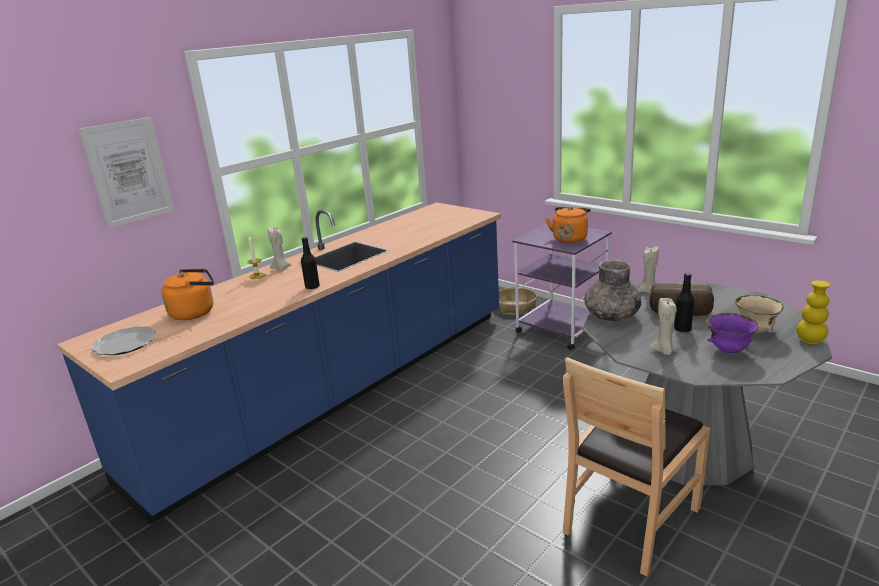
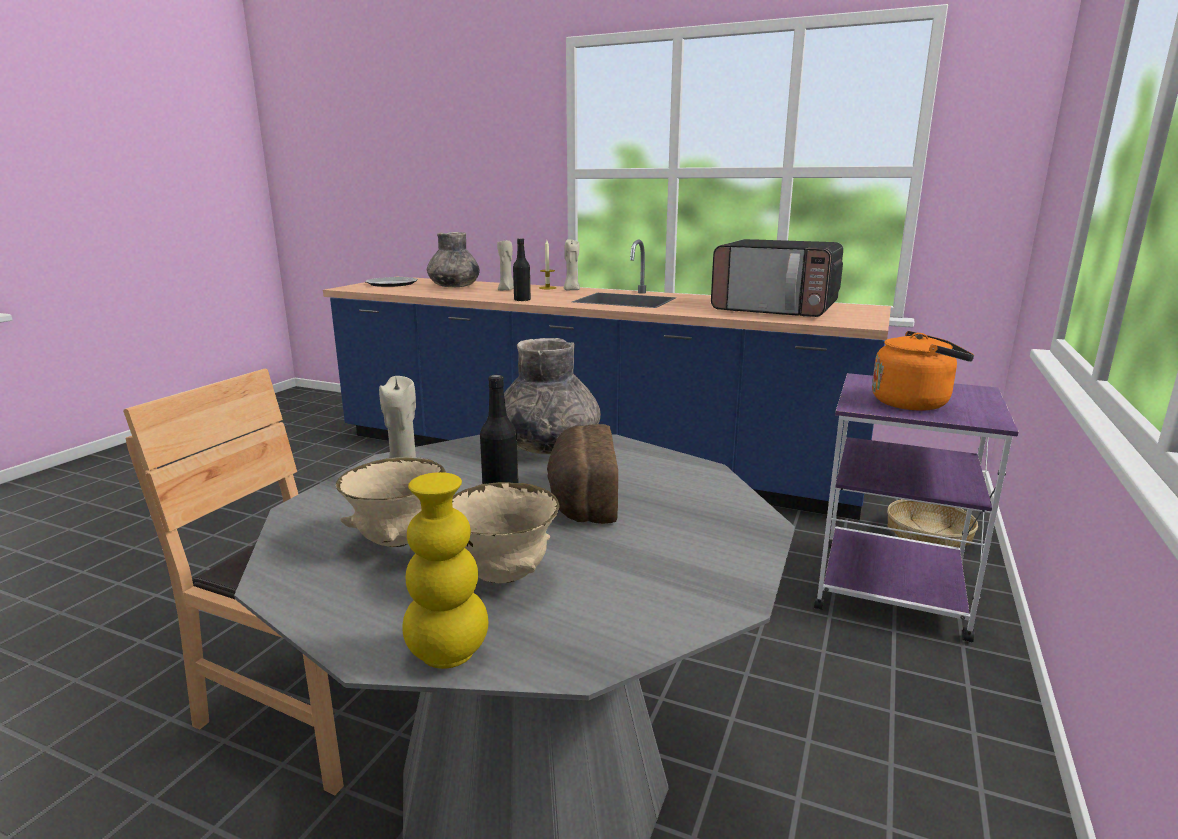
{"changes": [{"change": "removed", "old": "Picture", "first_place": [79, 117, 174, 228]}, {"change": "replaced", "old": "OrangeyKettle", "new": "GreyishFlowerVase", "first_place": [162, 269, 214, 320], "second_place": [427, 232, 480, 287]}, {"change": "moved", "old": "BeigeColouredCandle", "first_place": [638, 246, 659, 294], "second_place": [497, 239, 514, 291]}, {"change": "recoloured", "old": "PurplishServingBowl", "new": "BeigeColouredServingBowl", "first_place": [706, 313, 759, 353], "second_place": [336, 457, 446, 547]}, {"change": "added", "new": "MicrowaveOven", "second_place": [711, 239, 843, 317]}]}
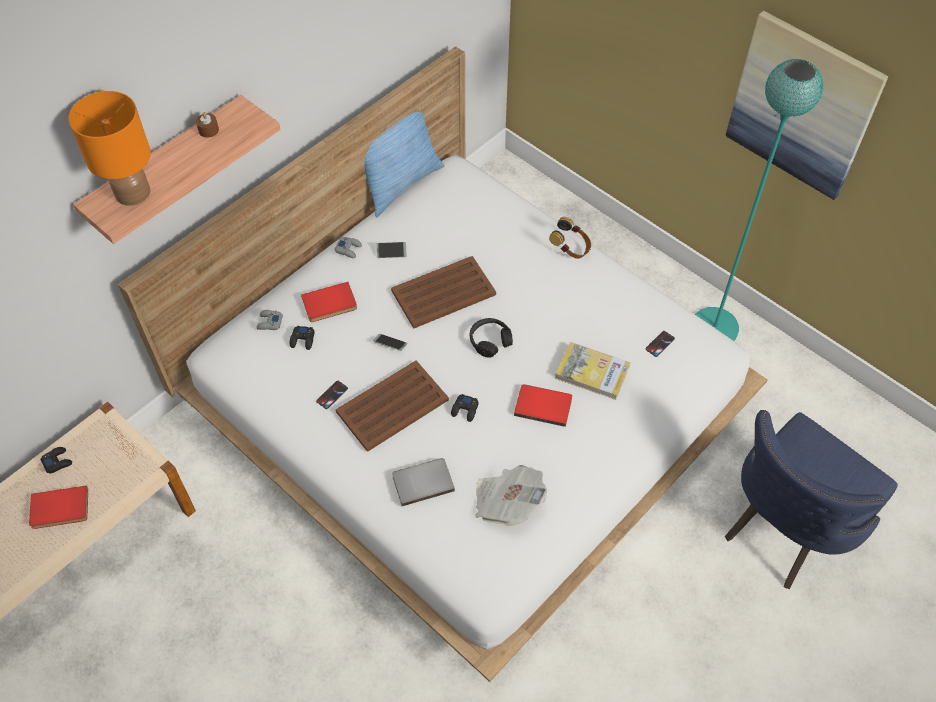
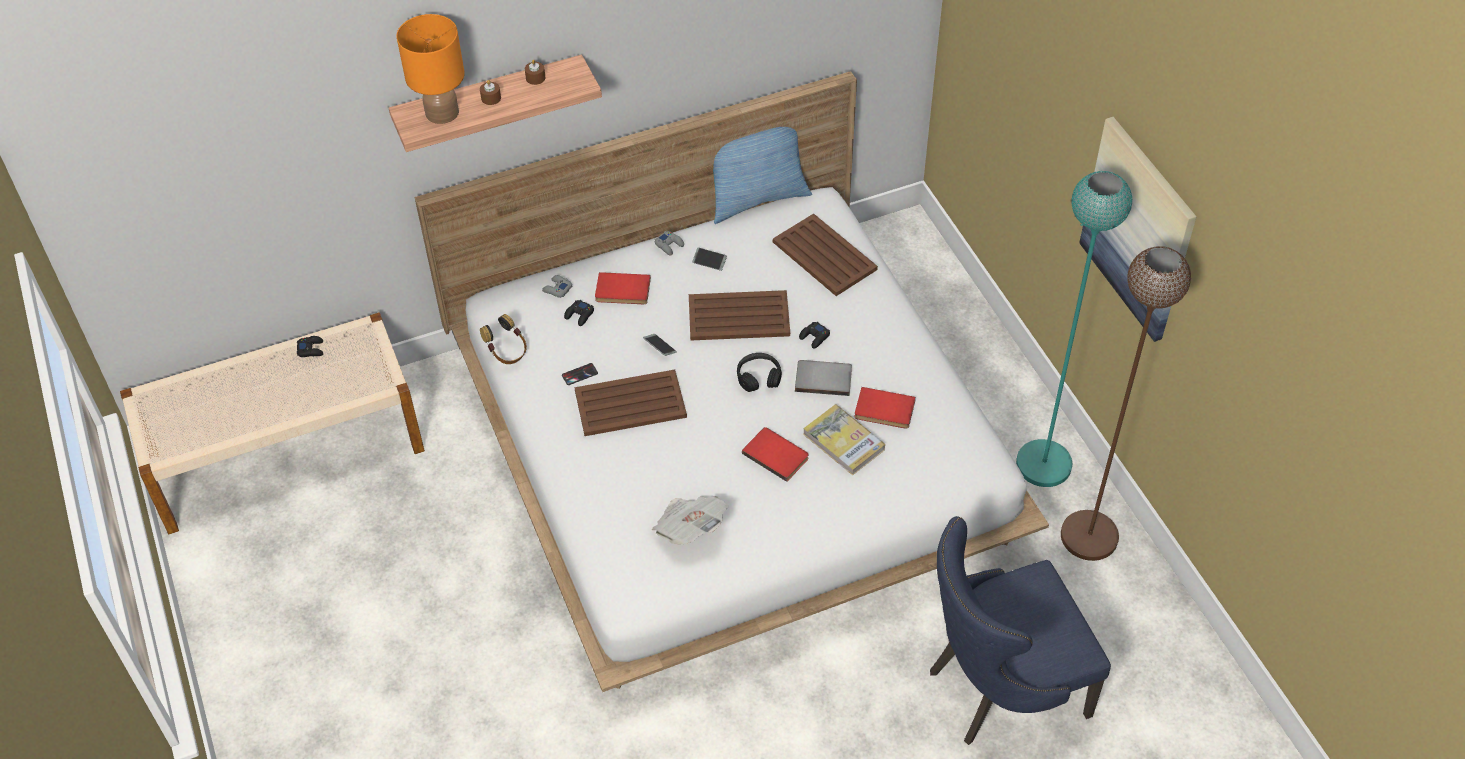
{"changes": [{"change": "moved", "old": "RedColouredBoundBook", "first_place": [29, 485, 88, 529], "second_place": [855, 387, 916, 429]}, {"change": "moved", "old": "GreyishBoundBook", "first_place": [392, 458, 455, 506], "second_place": [795, 360, 852, 396]}, {"change": "moved", "old": "BlackColouredGameController", "first_place": [451, 394, 479, 422], "second_place": [799, 322, 830, 349]}, {"change": "moved", "old": "PairOfHeadphones", "first_place": [549, 217, 591, 259], "second_place": [480, 314, 527, 364]}, {"change": "removed", "old": "Phone", "first_place": [645, 331, 675, 357]}, {"change": "added", "new": "BrownishCandle", "second_place": [480, 80, 501, 105]}, {"change": "added", "new": "BrownishCarryingTray", "second_place": [773, 214, 878, 296]}, {"change": "added", "new": "BrownishStandingLamp", "second_place": [1061, 246, 1191, 561]}]}
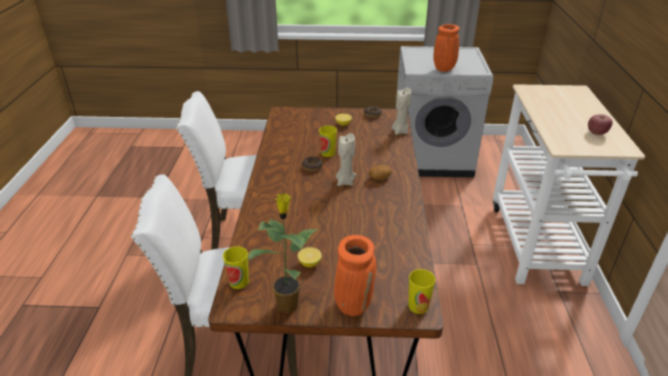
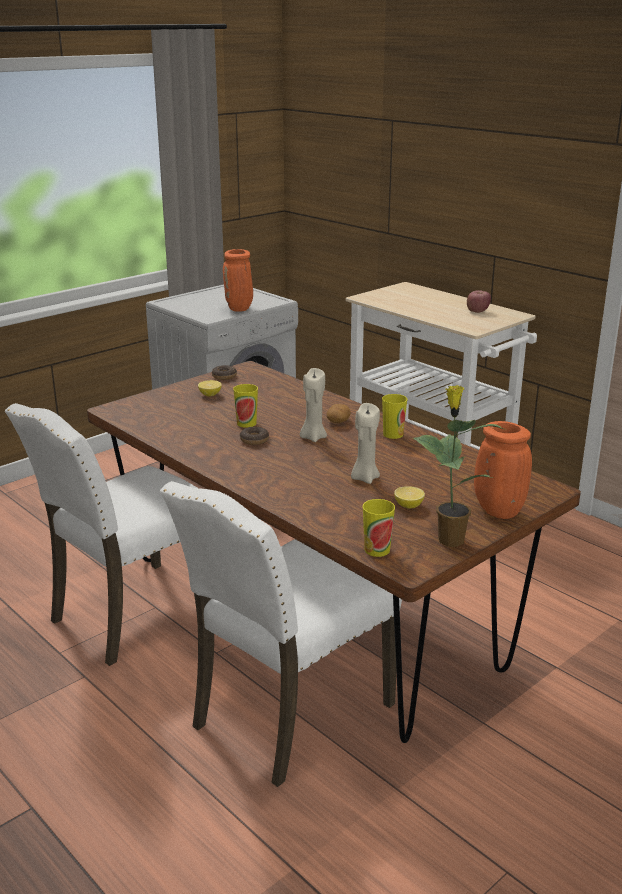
{"changes": [{"change": "moved", "old": "BeigeColouredCandle", "first_place": [392, 87, 411, 135], "second_place": [351, 403, 380, 484]}, {"change": "moved", "old": "DrinkingCup", "first_place": [408, 269, 435, 314], "second_place": [382, 394, 407, 439]}]}
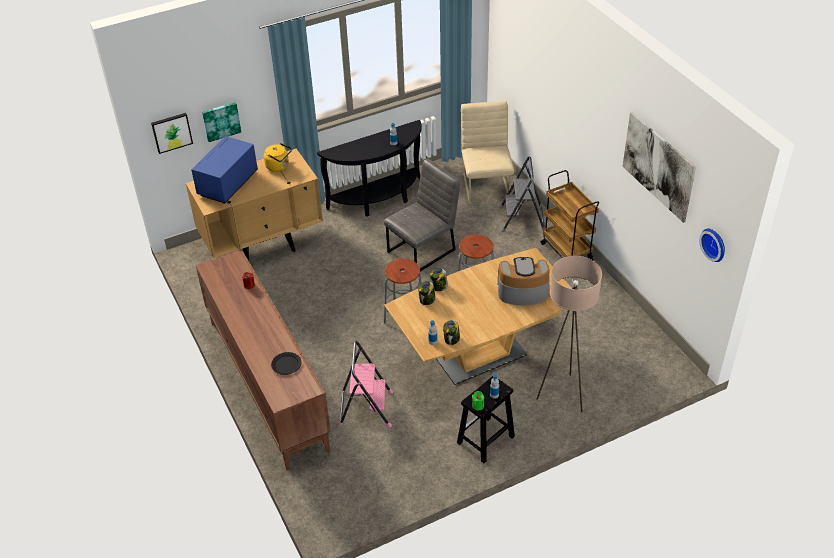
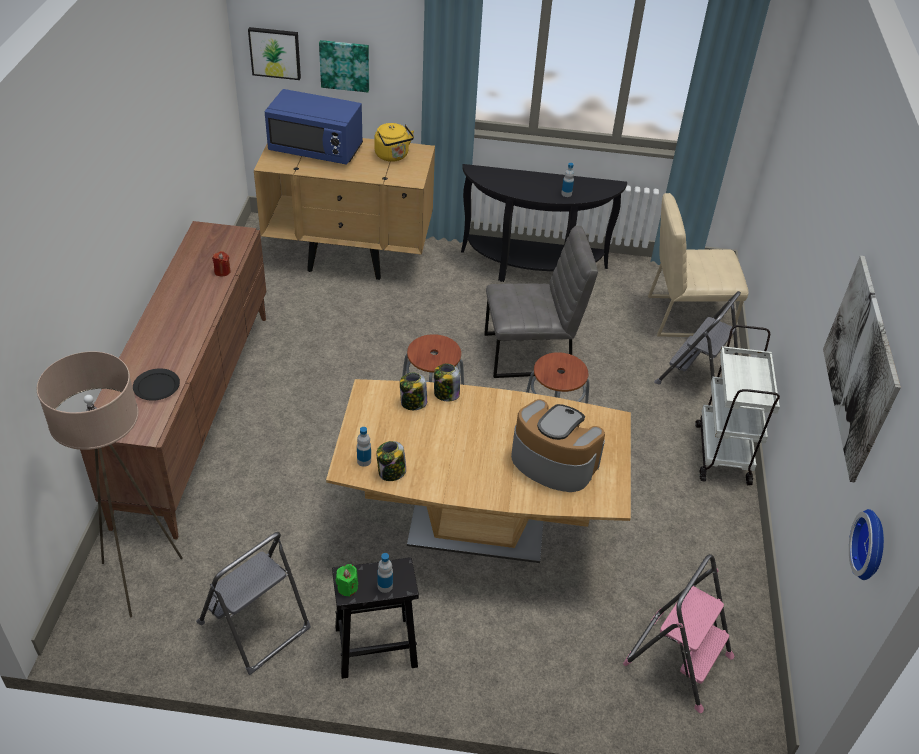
{"changes": [{"change": "turned", "old": "BlueMicrowaveOven", "first_place": [191, 136, 258, 203], "second_place": [264, 89, 363, 165], "degrees": -135}, {"change": "moved", "old": "PinkishStepladder", "first_place": [339, 341, 393, 427], "second_place": [623, 554, 734, 713]}, {"change": "turned", "old": "BeigeColouredPlainChair", "first_place": [461, 101, 514, 204], "second_place": [648, 193, 748, 338], "degrees": -120}, {"change": "moved", "old": "BeigeColouredStandingLamp", "first_place": [536, 256, 602, 412], "second_place": [37, 351, 183, 617]}, {"change": "recoloured", "old": "BrownishWheeledCart", "new": "WhiteWheeledCart", "first_place": [541, 170, 599, 260], "second_place": [695, 325, 780, 485]}, {"change": "added", "new": "GreyishStepladder", "second_place": [196, 532, 311, 675]}]}
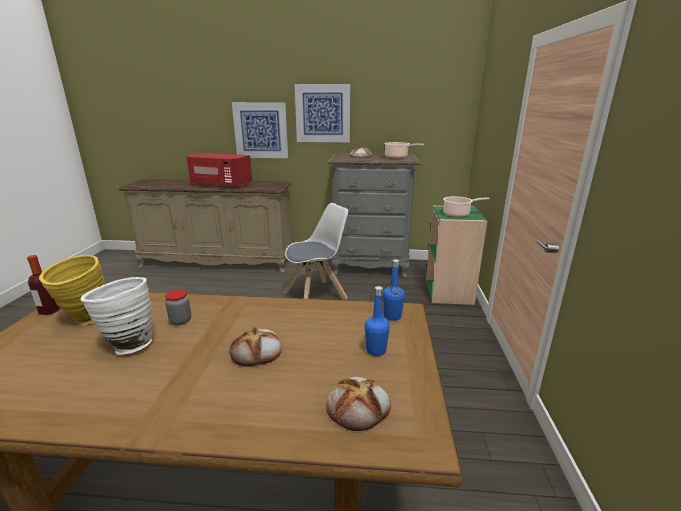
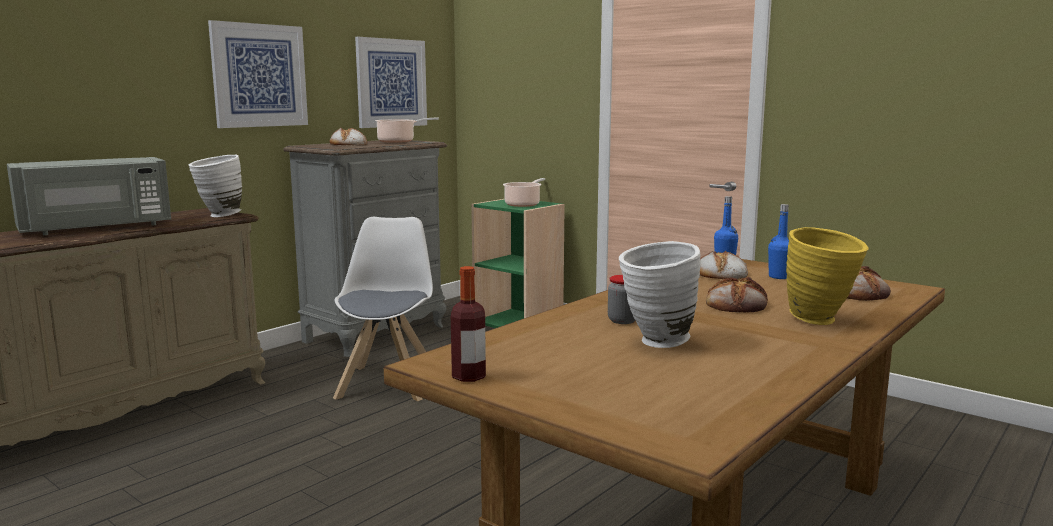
{"changes": [{"change": "moved", "old": "YellowFlowerVase", "first_place": [39, 255, 105, 325], "second_place": [786, 227, 869, 325]}, {"change": "recoloured", "old": "RedColouredMicrowaveOven", "new": "GreyishMicrowaveOven", "first_place": [187, 153, 252, 188], "second_place": [7, 157, 171, 235]}, {"change": "moved", "old": "Picture", "first_place": [232, 102, 288, 158], "second_place": [355, 37, 427, 128]}, {"change": "added", "new": "WhiteFlowerVase", "second_place": [189, 155, 242, 217]}, {"change": "added", "new": "Bread", "second_place": [700, 251, 748, 279]}]}
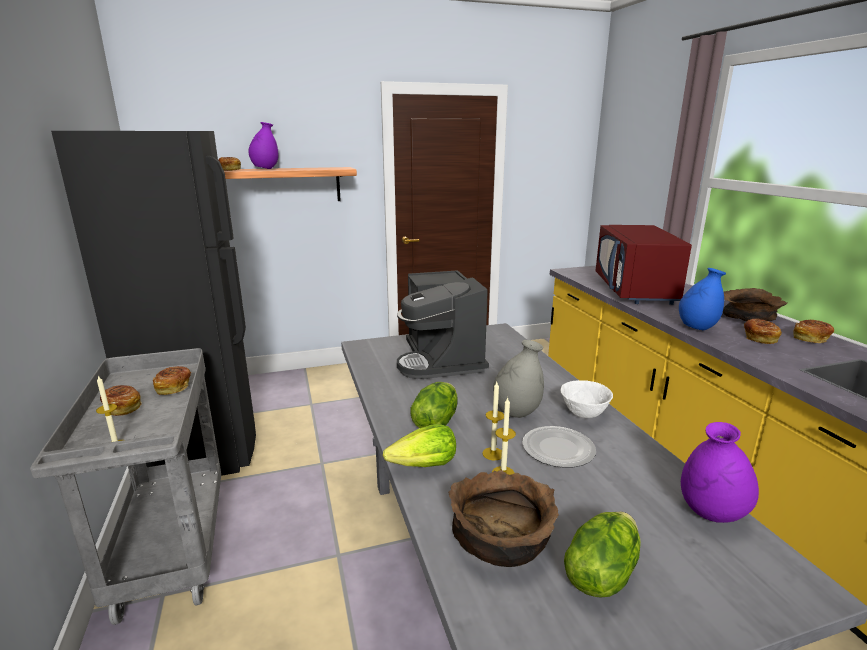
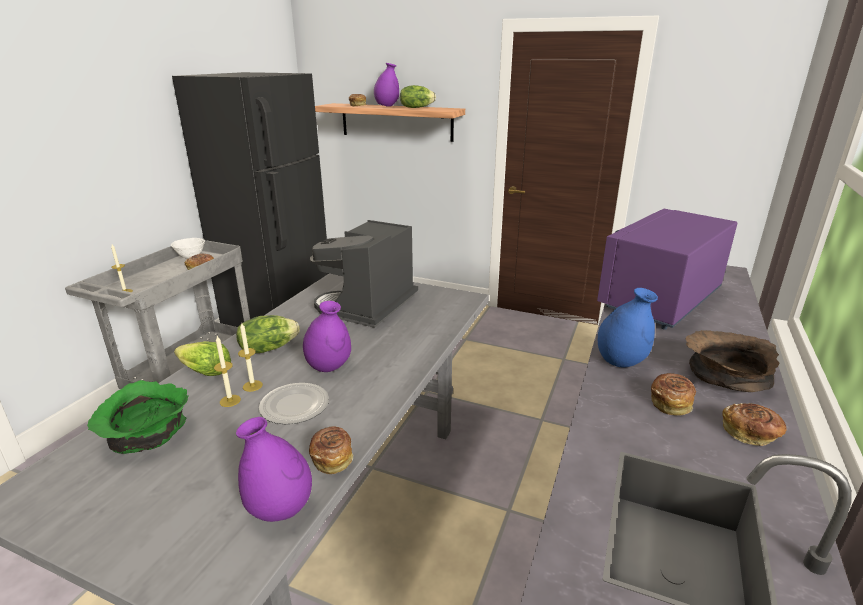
{"changes": [{"change": "moved", "old": "Bread", "first_place": [100, 385, 142, 416], "second_place": [309, 426, 353, 474]}, {"change": "recoloured", "old": "BrownishServingBowl", "new": "GreenServingBowl", "first_place": [448, 470, 559, 567], "second_place": [87, 380, 189, 454]}, {"change": "recoloured", "old": "GreyishFlowerVase", "new": "PurplishFlowerVase", "first_place": [493, 340, 544, 418], "second_place": [303, 301, 351, 372]}, {"change": "moved", "old": "WhiteServingBowl", "first_place": [561, 380, 613, 418], "second_place": [171, 238, 205, 259]}, {"change": "moved", "old": "HeadOfLettuce", "first_place": [564, 511, 641, 598], "second_place": [400, 85, 436, 108]}, {"change": "recoloured", "old": "RedColouredMicrowaveOven", "new": "PurplishMicrowaveOven", "first_place": [595, 225, 692, 305], "second_place": [597, 209, 737, 330]}]}
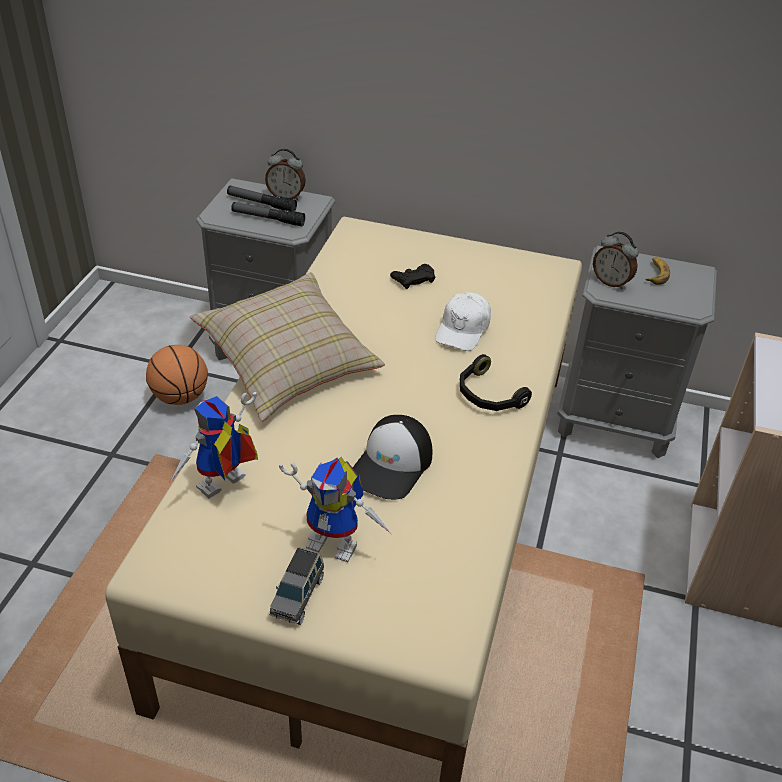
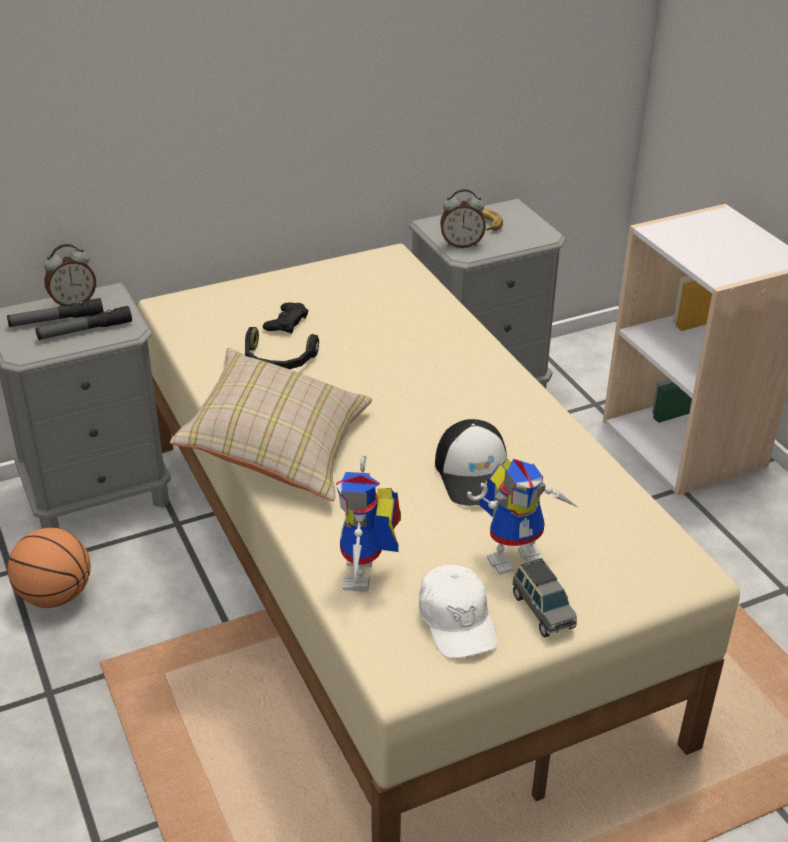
{"changes": [{"change": "moved", "old": "WhiteBaseballCap", "first_place": [435, 292, 491, 351], "second_place": [419, 565, 498, 659]}, {"change": "moved", "old": "BlackColouredPairOfHeadphones", "first_place": [460, 354, 532, 411], "second_place": [245, 327, 319, 369]}]}
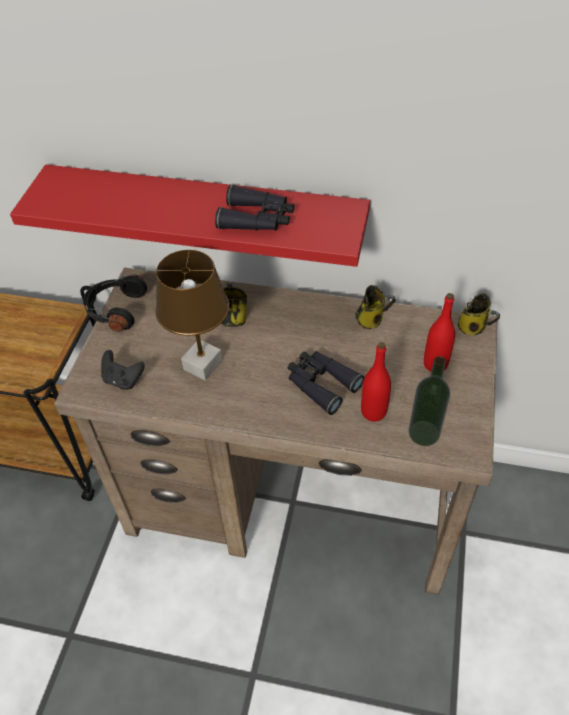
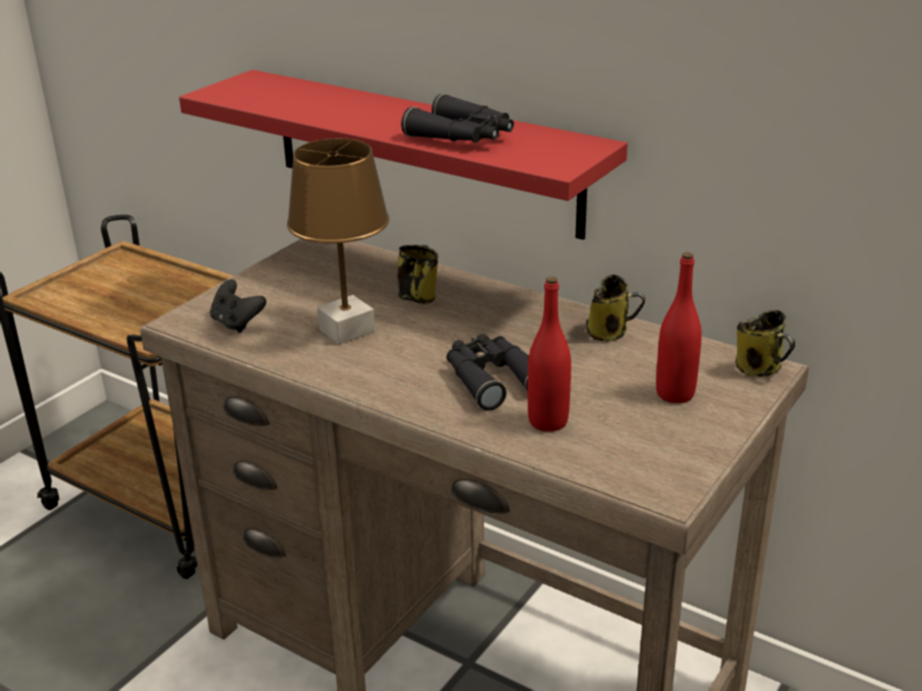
{"changes": [{"change": "removed", "old": "BlackColouredPairOfHeadphones", "first_place": [83, 275, 147, 332]}, {"change": "removed", "old": "Bottle", "first_place": [409, 356, 450, 446]}]}
